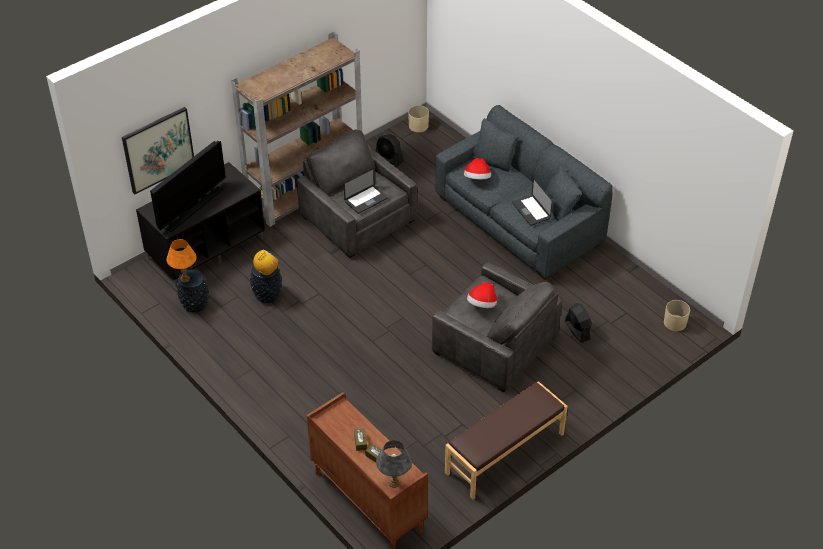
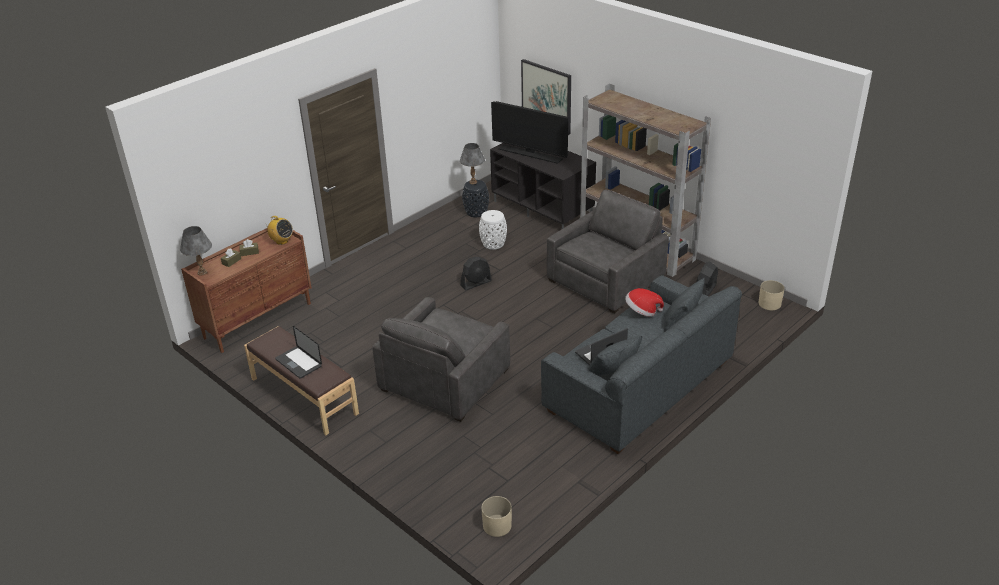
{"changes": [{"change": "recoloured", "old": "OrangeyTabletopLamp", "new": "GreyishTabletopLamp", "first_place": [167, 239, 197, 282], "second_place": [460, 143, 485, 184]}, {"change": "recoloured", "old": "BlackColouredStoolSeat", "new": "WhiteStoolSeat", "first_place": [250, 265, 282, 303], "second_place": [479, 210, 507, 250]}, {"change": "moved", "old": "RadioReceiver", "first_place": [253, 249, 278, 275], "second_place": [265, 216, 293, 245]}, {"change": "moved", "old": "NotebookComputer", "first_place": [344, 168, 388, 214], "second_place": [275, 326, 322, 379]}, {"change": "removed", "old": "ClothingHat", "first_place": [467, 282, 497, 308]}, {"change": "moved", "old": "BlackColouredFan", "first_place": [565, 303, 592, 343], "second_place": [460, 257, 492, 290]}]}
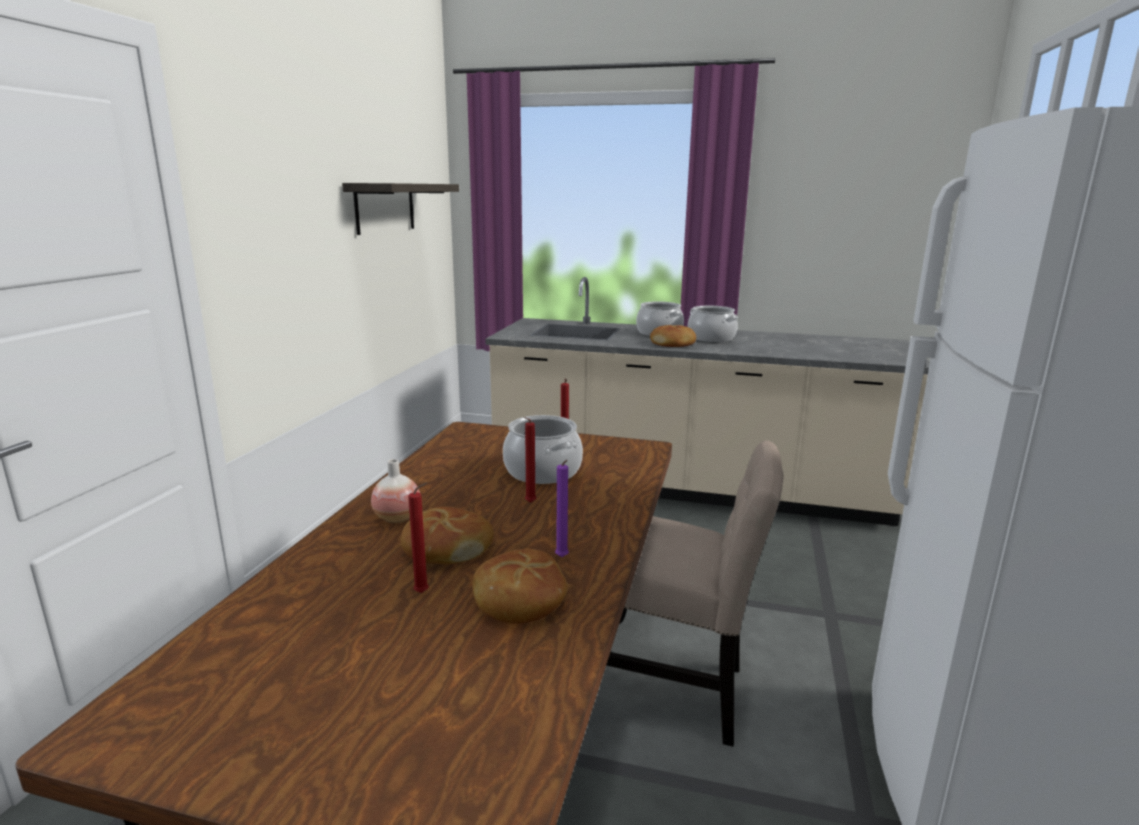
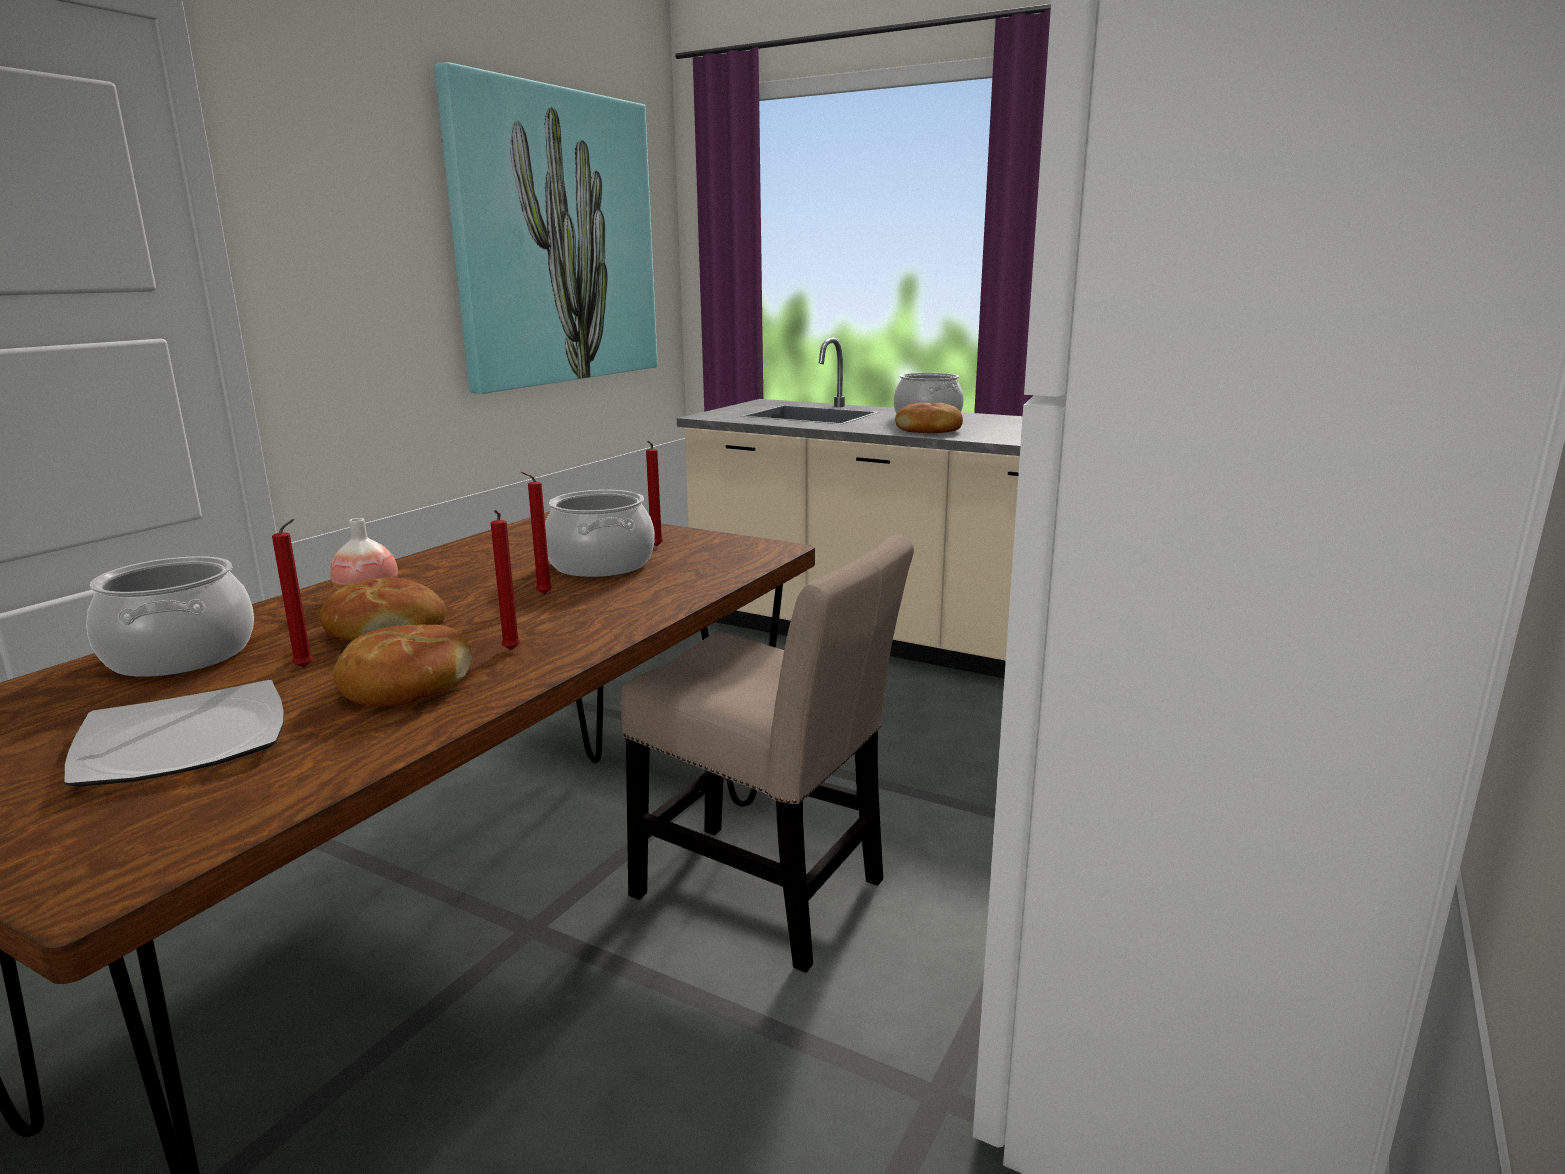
{"changes": [{"change": "replaced", "old": "BracketShelf", "new": "Picture", "first_place": [342, 183, 459, 235], "second_place": [434, 62, 658, 394]}, {"change": "recoloured", "old": "PurplishCandle", "new": "RedColouredCandle", "first_place": [555, 460, 569, 557], "second_place": [490, 510, 520, 650]}, {"change": "moved", "old": "CookingPot", "first_place": [688, 306, 738, 342], "second_place": [86, 557, 254, 677]}, {"change": "added", "new": "DinnerPlate", "second_place": [65, 680, 284, 787]}]}
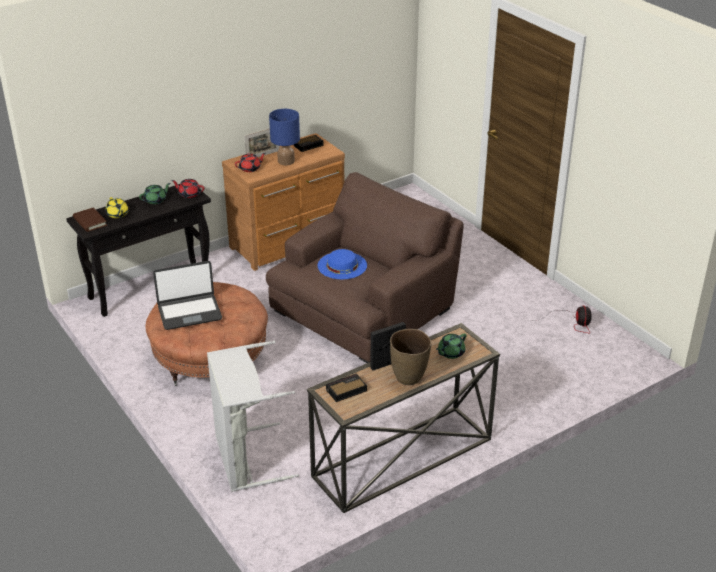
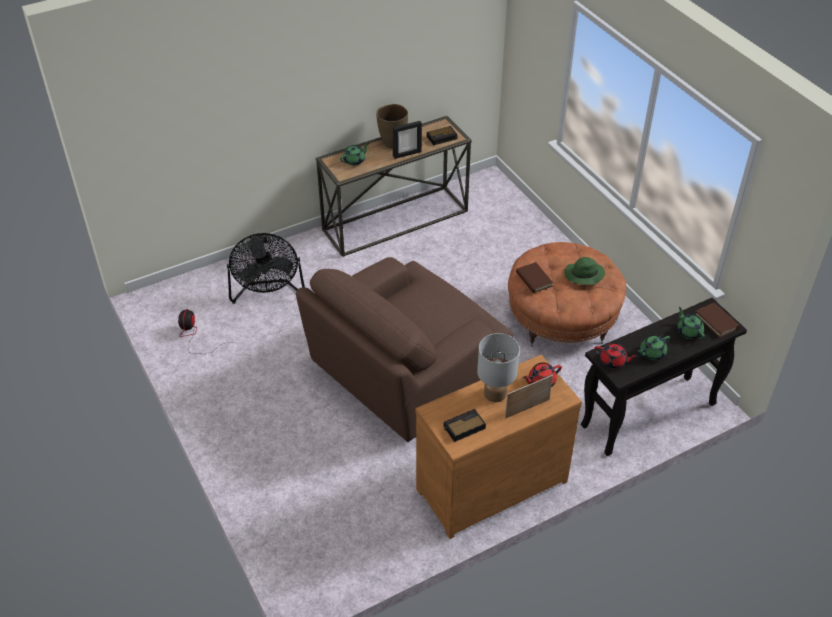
{"changes": [{"change": "recoloured", "old": "YellowTeapot", "new": "GreenTeapot", "first_place": [106, 197, 129, 218], "second_place": [677, 307, 705, 339]}, {"change": "replaced", "old": "NotebookComputer", "new": "GreenClothingHat", "first_place": [153, 261, 222, 330], "second_place": [564, 257, 605, 285]}, {"change": "removed", "old": "GreyishWashingBasket", "first_place": [207, 341, 299, 492]}, {"change": "recoloured", "old": "BlueTabletopLamp", "new": "GreyishTabletopLamp", "first_place": [269, 109, 300, 165], "second_place": [477, 333, 520, 402]}, {"change": "removed", "old": "BlueClothingHat", "first_place": [318, 249, 367, 279]}, {"change": "added", "new": "BlackColouredFan", "second_place": [227, 233, 305, 304]}, {"change": "added", "new": "BrownishBoundBook", "second_place": [516, 262, 553, 293]}]}
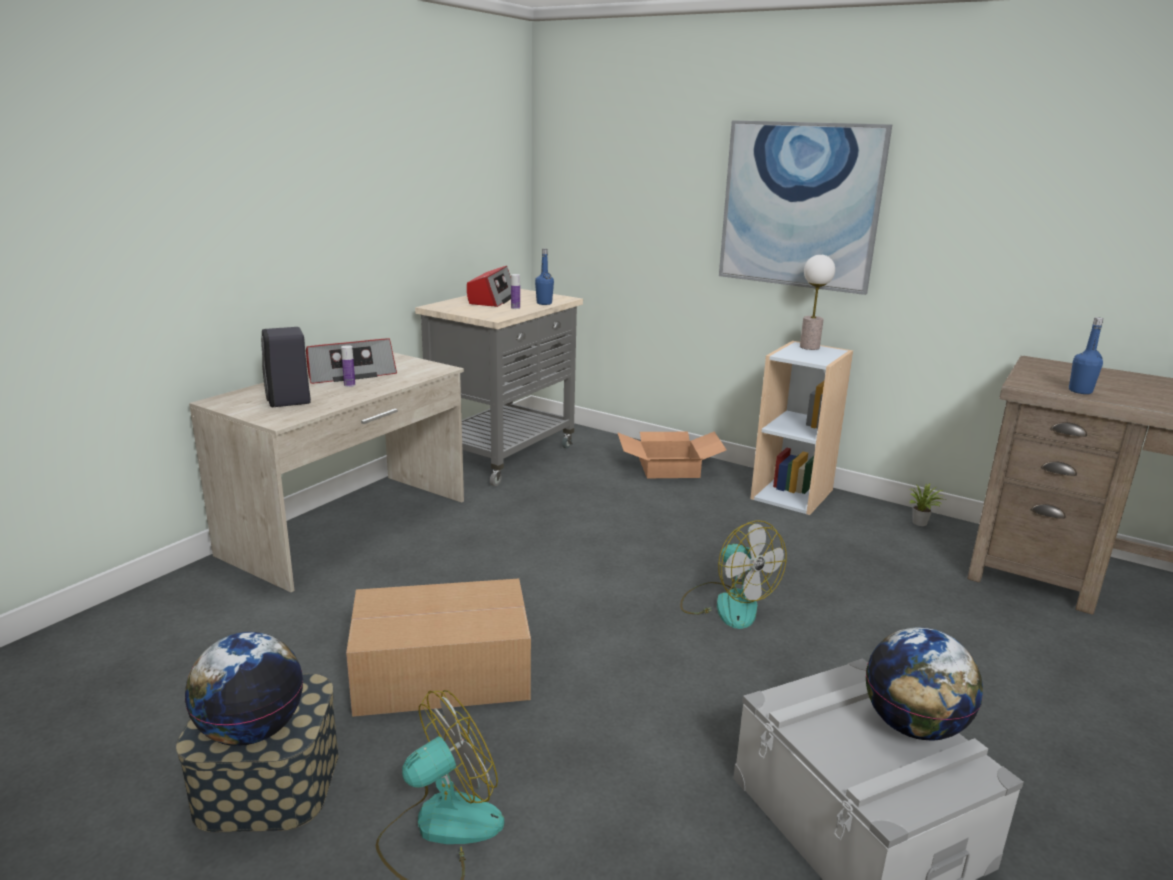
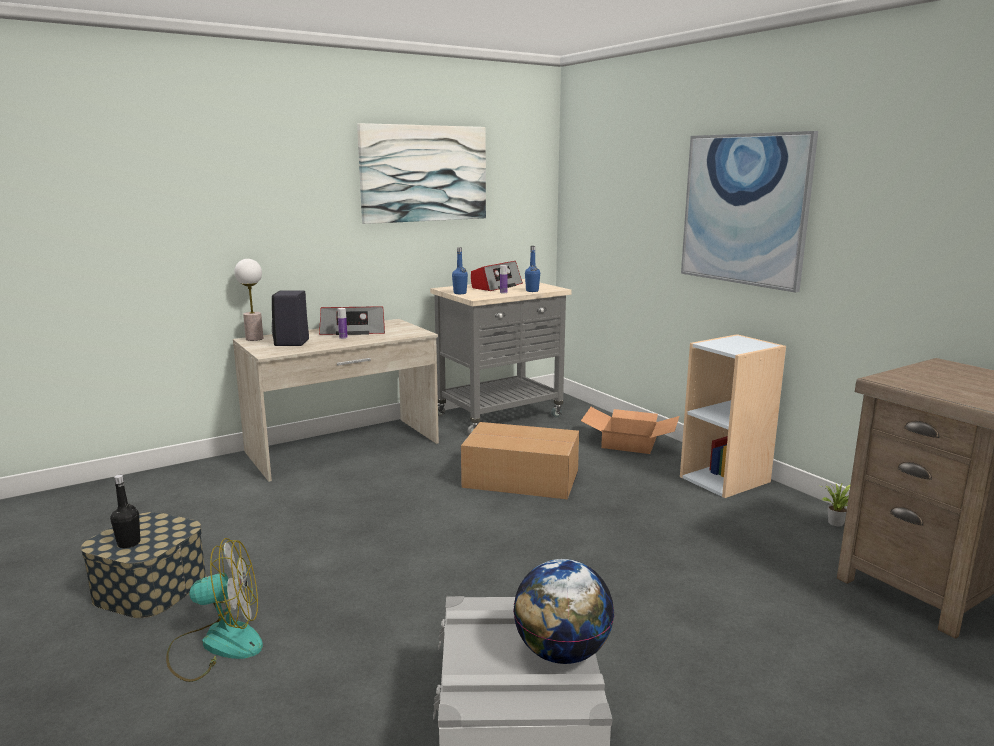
{"changes": [{"change": "replaced", "old": "DeskGlobe", "new": "BlackColouredBottle", "first_place": [185, 632, 303, 746], "second_place": [110, 475, 140, 548]}, {"change": "moved", "old": "CardboardBox", "first_place": [346, 579, 531, 717], "second_place": [461, 422, 579, 500]}, {"change": "removed", "old": "Fan", "first_place": [680, 520, 786, 629]}, {"change": "moved", "old": "TabletopLamp", "first_place": [800, 255, 835, 350], "second_place": [234, 259, 263, 341]}, {"change": "moved", "old": "BlueBottle", "first_place": [1069, 317, 1104, 394], "second_place": [452, 247, 468, 294]}, {"change": "added", "new": "Picture", "second_place": [357, 123, 486, 224]}]}
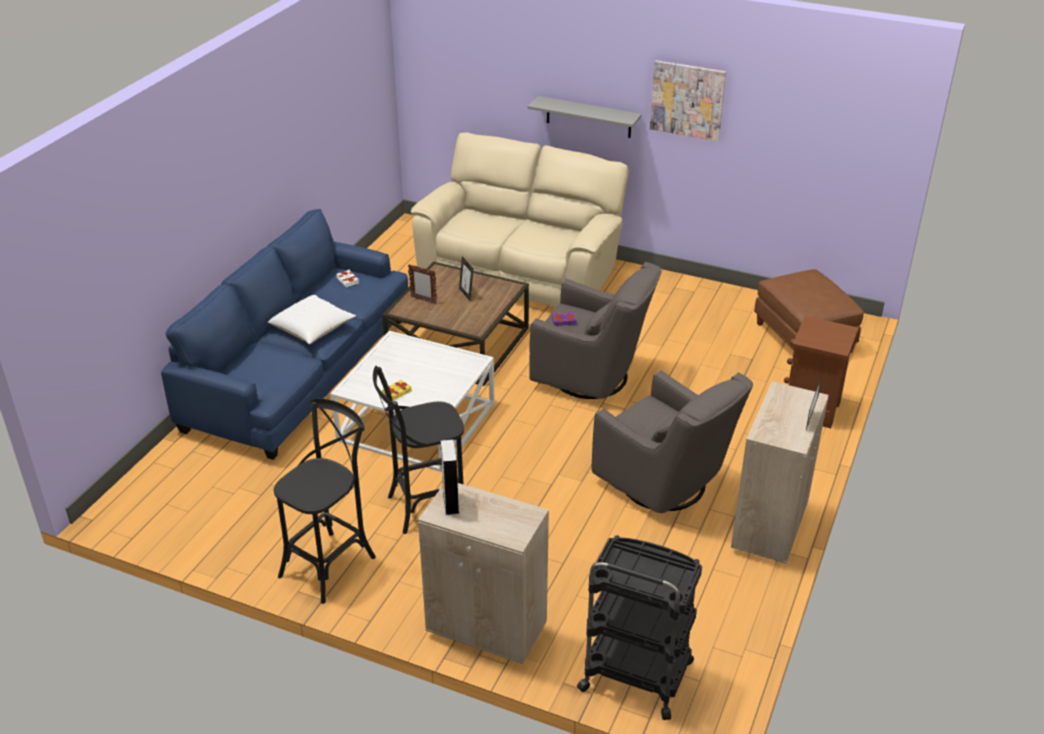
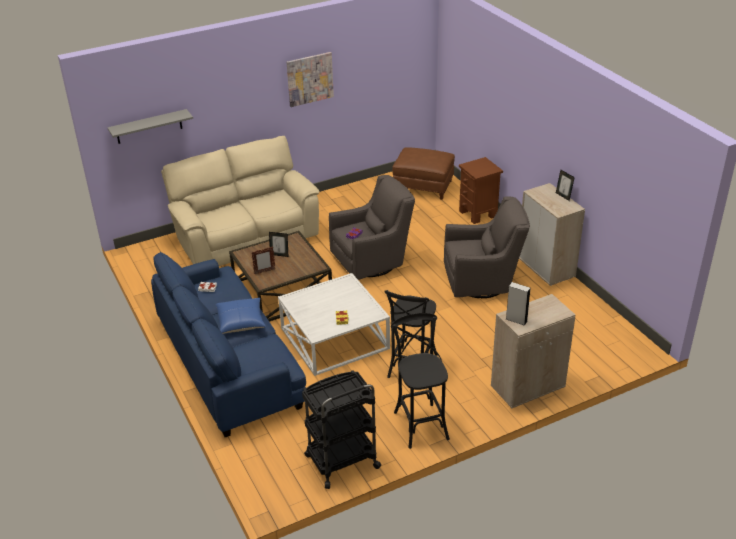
{"changes": [{"change": "recoloured", "old": "WhiteCushion", "new": "BlueCushion", "first_place": [268, 295, 356, 344], "second_place": [216, 298, 266, 334]}, {"change": "moved", "old": "GreyishBracketShelf", "first_place": [527, 96, 642, 138], "second_place": [107, 109, 193, 144]}, {"change": "moved", "old": "BlackColouredWheeledCart", "first_place": [577, 535, 702, 720], "second_place": [302, 370, 381, 489]}]}
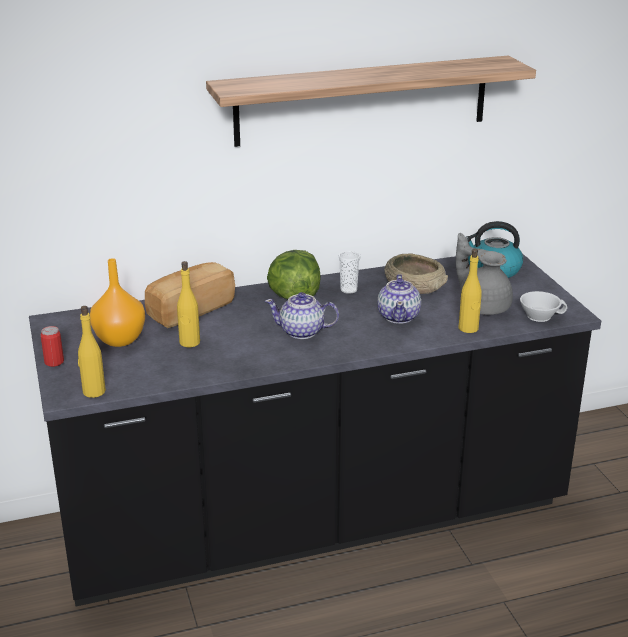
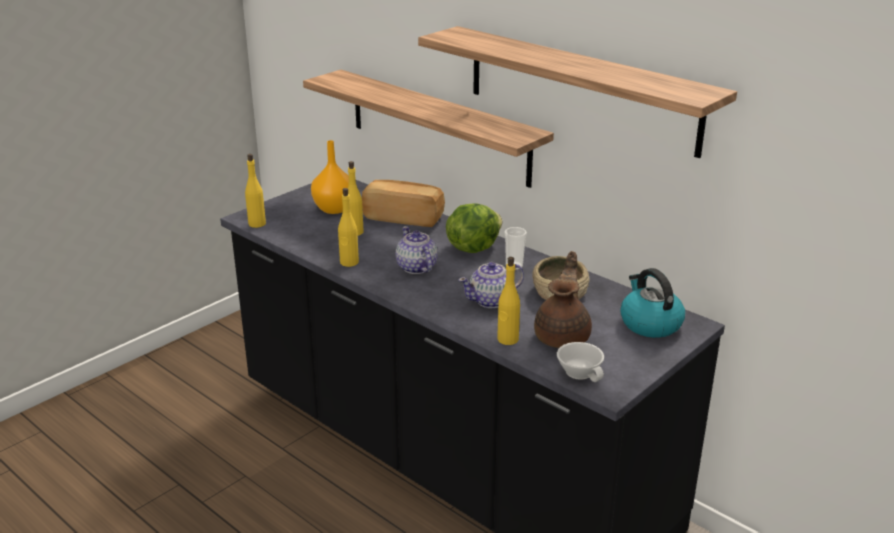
{"changes": [{"change": "removed", "old": "MetalCan", "first_place": [40, 326, 64, 367]}, {"change": "recoloured", "old": "GreyishTeapot", "new": "BrownishTeapot", "first_place": [456, 233, 513, 315], "second_place": [534, 251, 592, 348]}, {"change": "added", "new": "BracketShelf", "second_place": [303, 70, 554, 188]}, {"change": "added", "new": "YellowBottle", "second_place": [338, 188, 359, 267]}]}
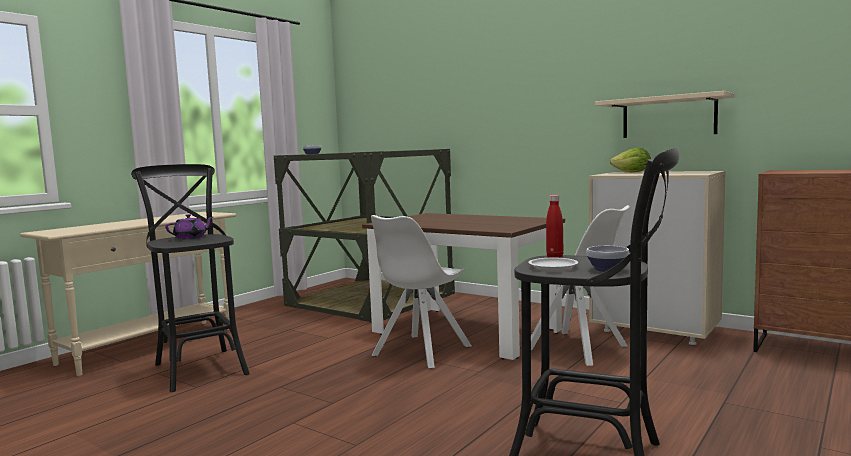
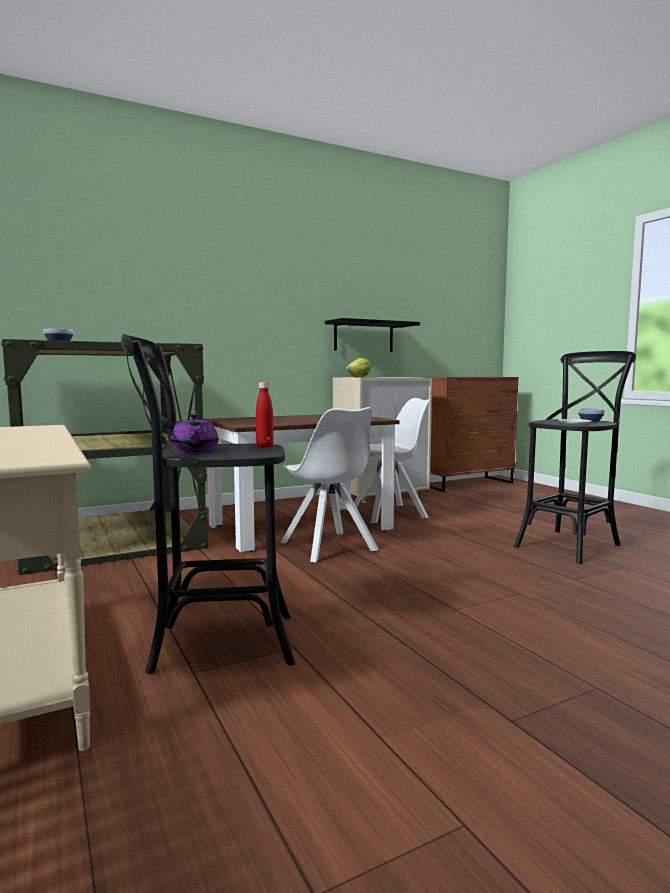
{"changes": [{"change": "moved", "old": "RedColouredBottle", "first_place": [546, 195, 563, 258], "second_place": [256, 382, 274, 447]}, {"change": "recoloured", "old": "BeigeColouredBracketShelf", "new": "BlackColouredBracketShelf", "first_place": [595, 91, 734, 138], "second_place": [325, 318, 420, 352]}]}
